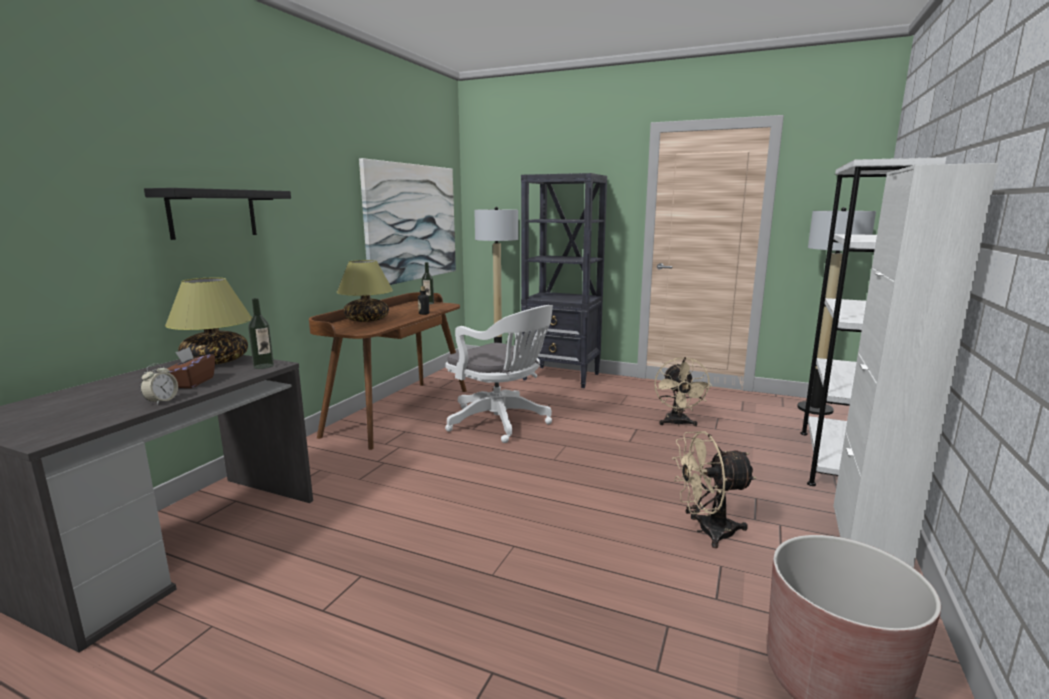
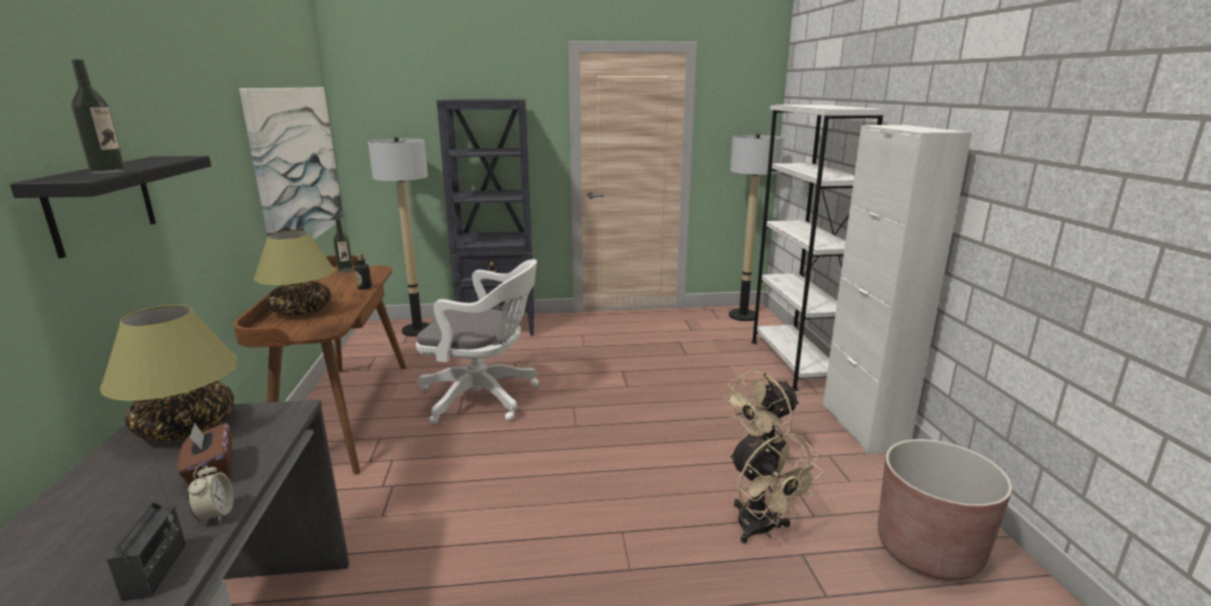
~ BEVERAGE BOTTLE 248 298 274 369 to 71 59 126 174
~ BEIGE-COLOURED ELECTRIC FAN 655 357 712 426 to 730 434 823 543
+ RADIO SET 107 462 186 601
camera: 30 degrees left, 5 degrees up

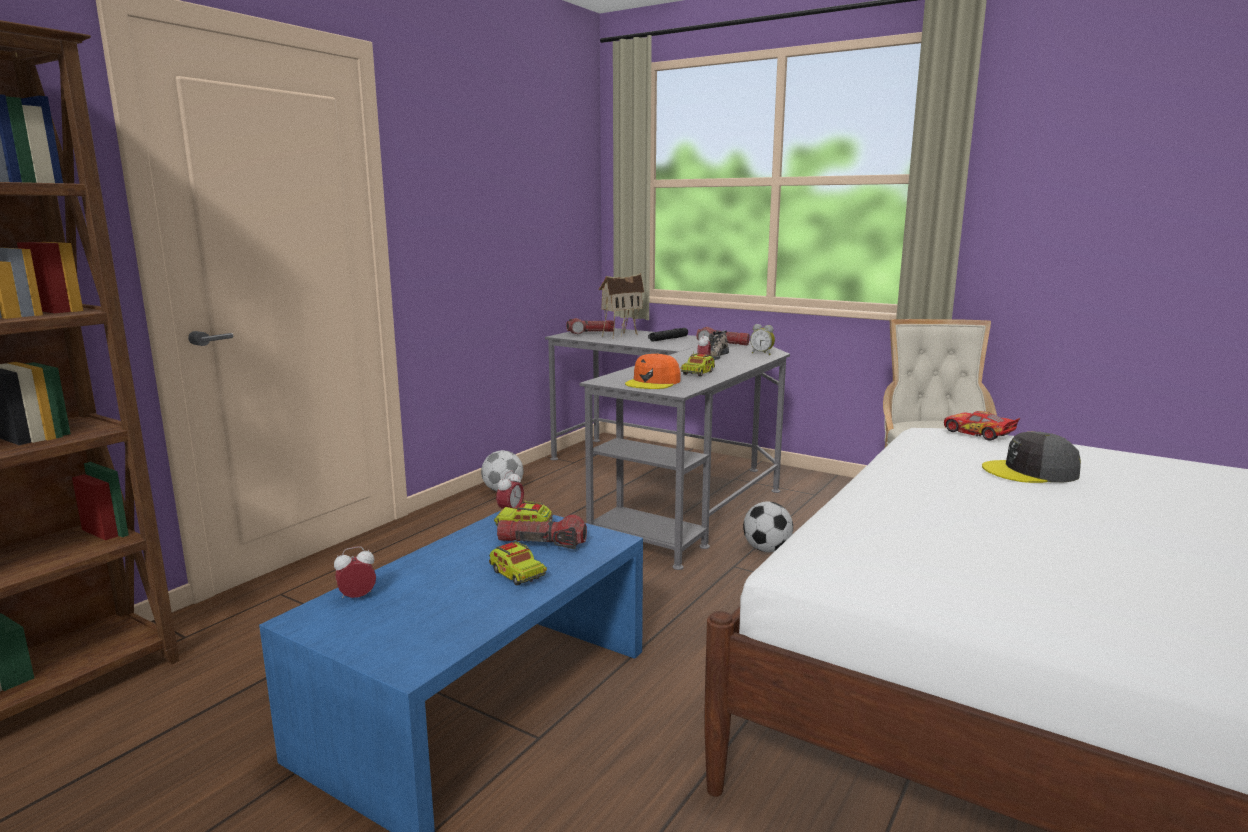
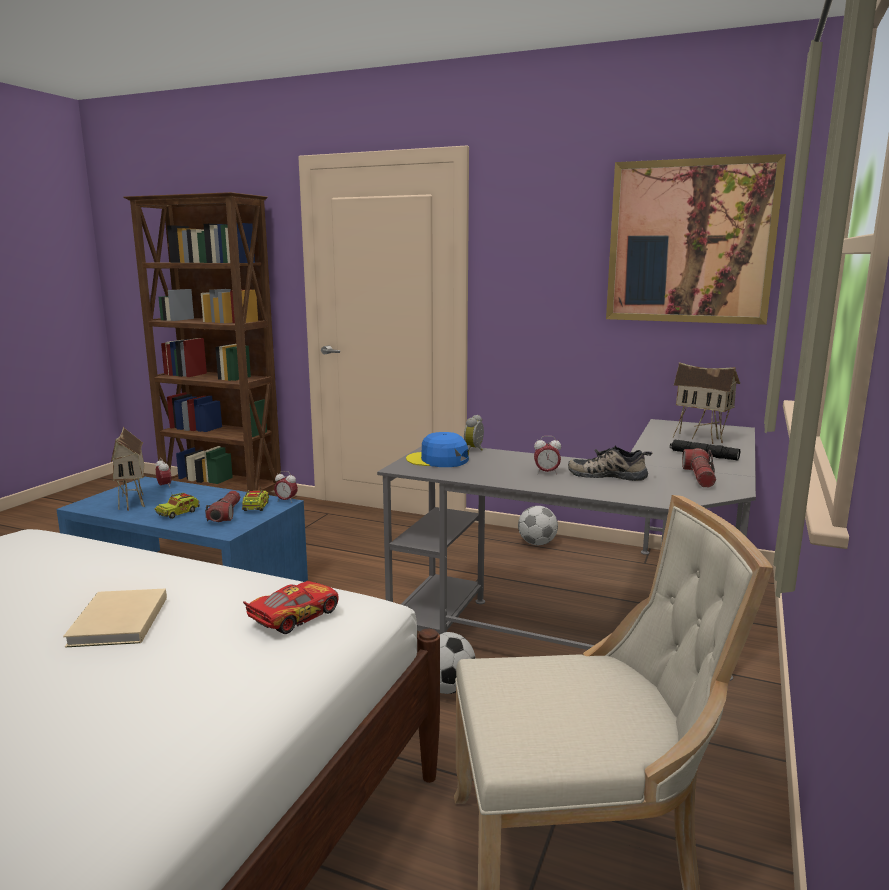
- FLASHLIGHT 566 318 614 334
~ ORANGE-COLOURED PEAKED CAP 625 354 681 389 to BLUISH PEAKED CAP 406 432 469 467
- TOY LORRY 681 353 715 377
~ ALARM CLOCK 750 324 775 355 to 464 415 484 451
~ GREYISH PEAKED CAP 982 432 1081 483 to BEIGE-COLOURED BOOK 63 589 167 647
+ MINIATURE HOUSE 111 427 145 511
+ WALL ART 606 154 786 325
camera: 80 degrees right, 0 degrees up

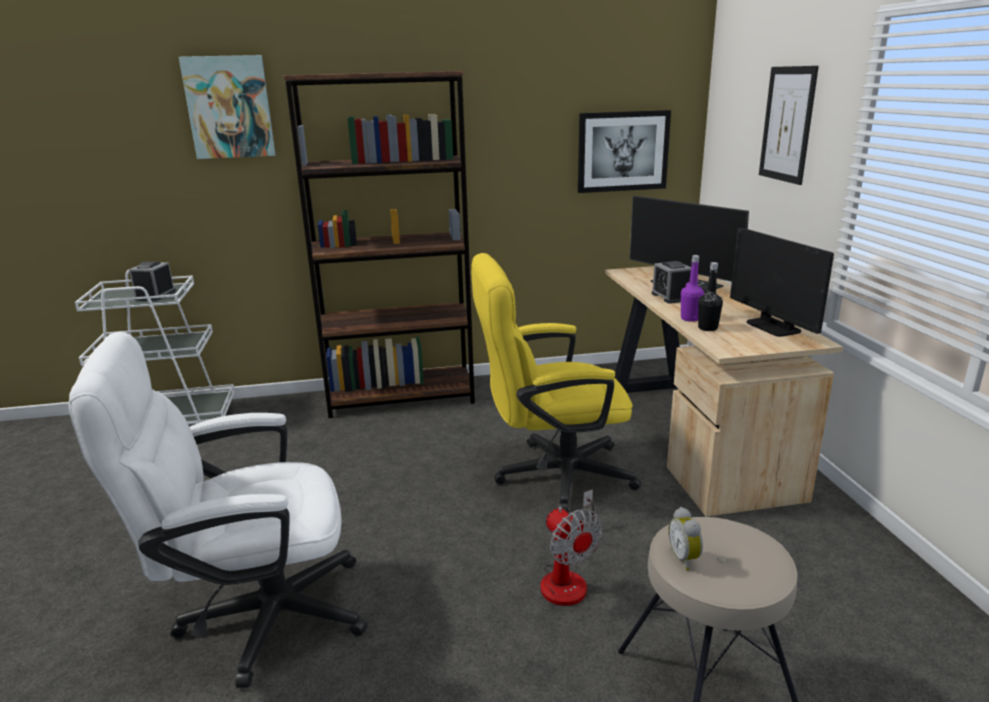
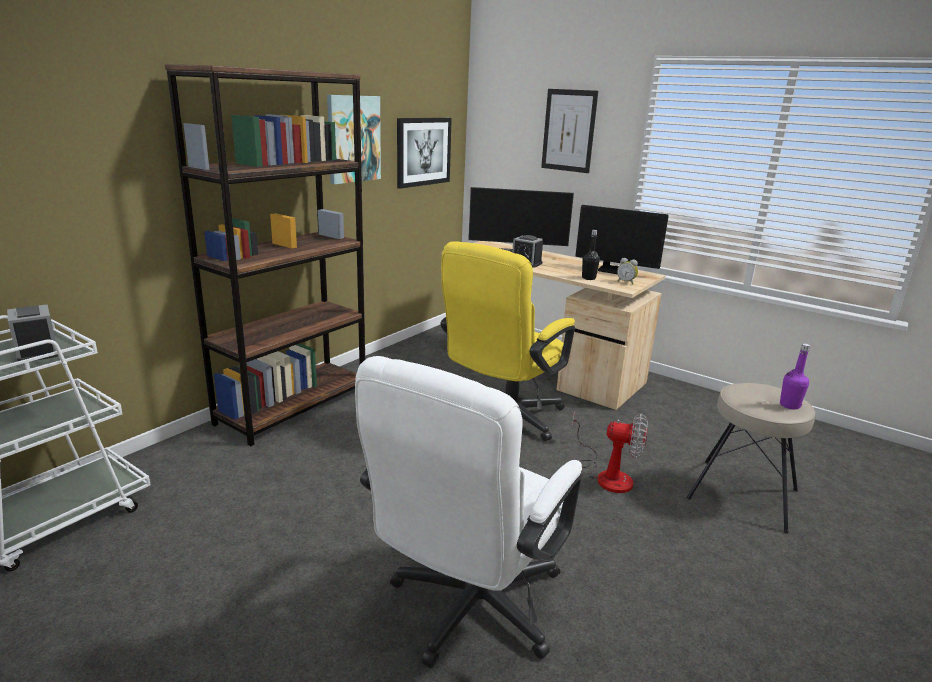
~ WALL ART 179 55 276 159 to 327 95 381 184
~ ALARM CLOCK 669 507 703 570 to 617 258 638 285
~ PURPLE BEVERAGE BOTTLE 681 255 704 322 to 780 343 810 410
camera: 45 degrees left, 0 degrees up

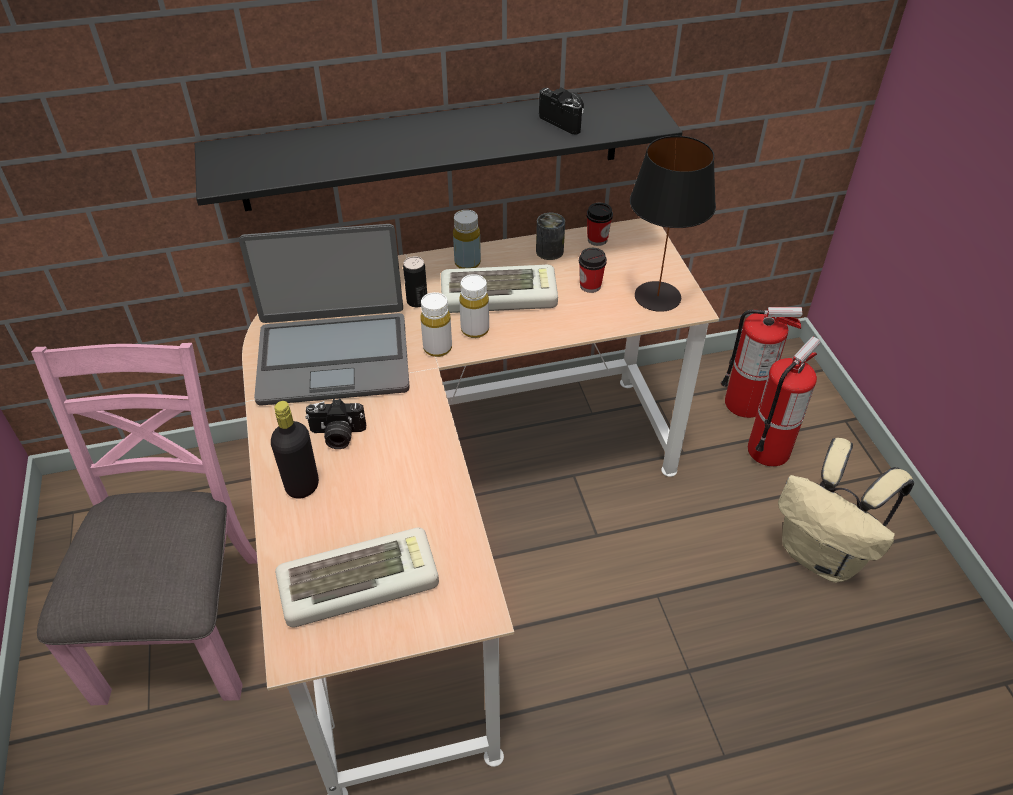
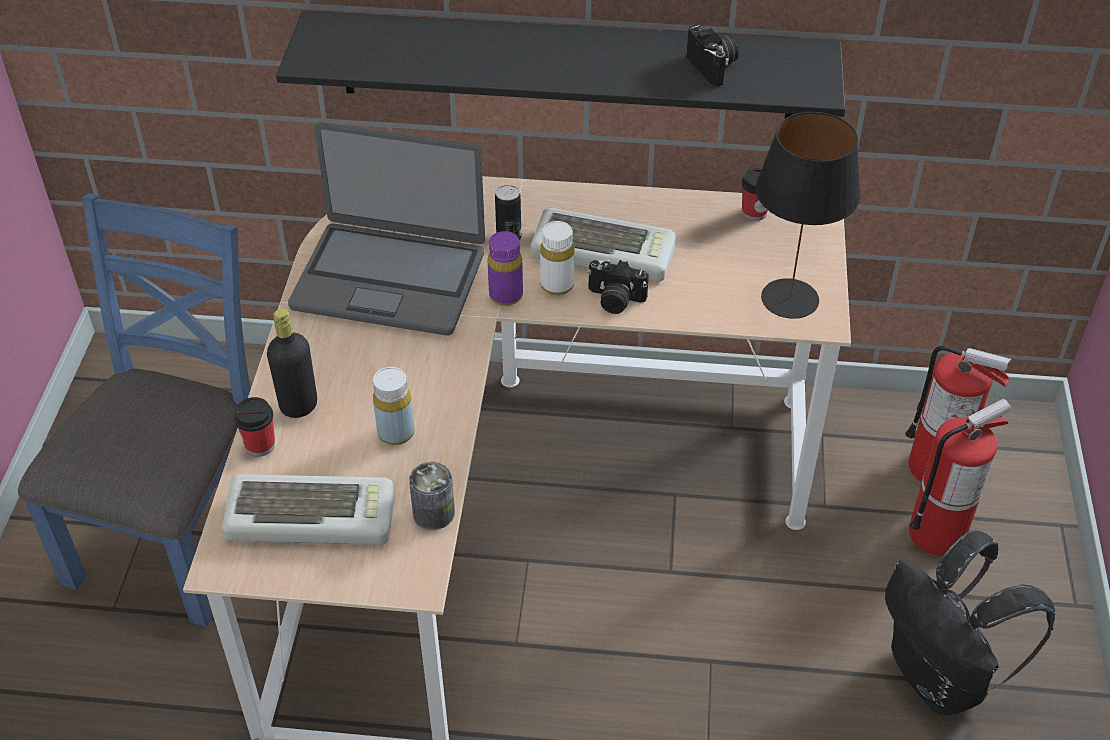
~ PINK-COLOURED CHAIR 31 343 257 705 to BLUISH CHAIR 18 193 251 627
~ PHOTO CAMERA 305 399 366 449 to 587 260 649 314
~ WHITE-COLOURED BEVERAGE BOTTLE 420 292 452 357 to PURPLE BEVERAGE BOTTLE 488 231 523 306
~ YELLOW-COLOURED BEVERAGE BOTTLE 453 210 481 269 to 373 367 415 445
~ CAN 536 213 565 260 to 409 462 455 530
~ CUP 579 248 607 293 to 234 397 275 457
~ BEIGE-COLOURED BACKPACK 778 438 914 583 to BLACK-COLOURED BACKPACK 885 530 1056 715
camera: 20 degrees right, 0 degrees up

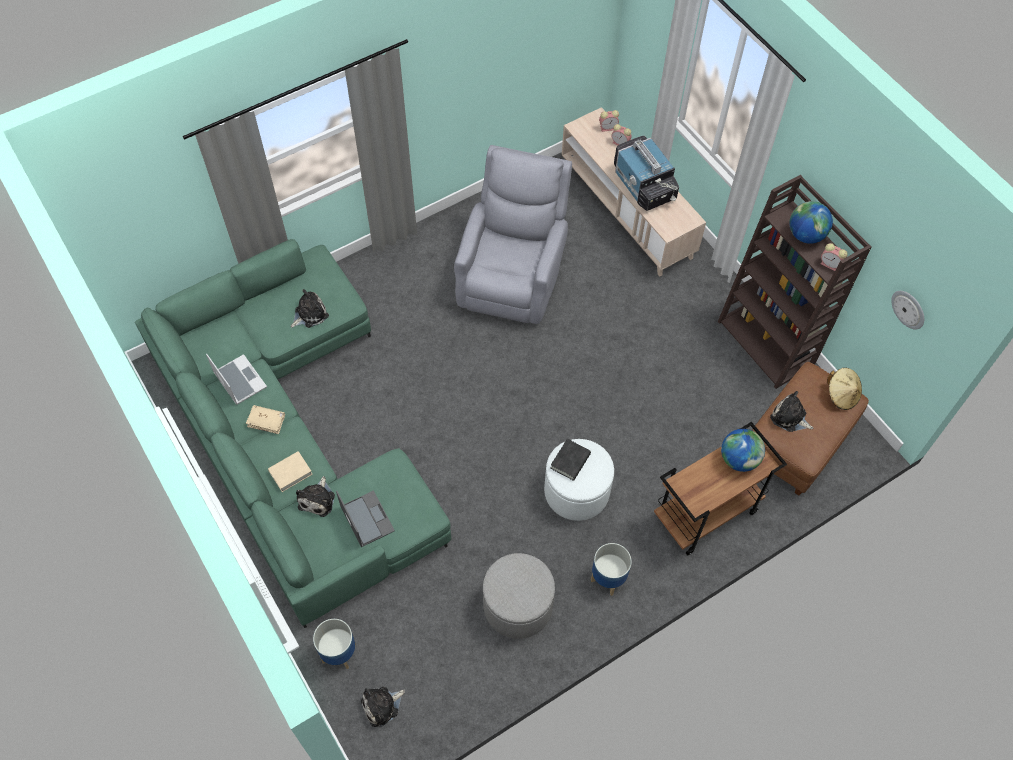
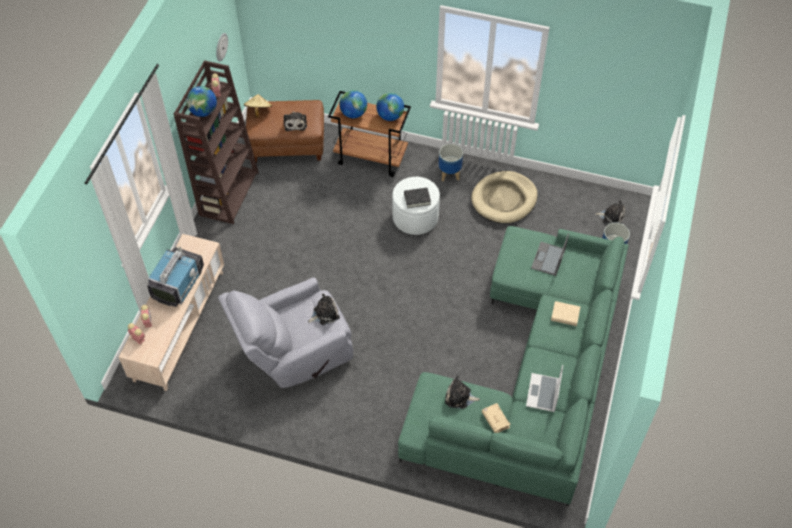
~ BEIGE-COLOURED BOOK 246 405 285 434 to 481 403 511 433
~ CUDDLY TOY 296 476 335 517 to 308 294 340 325
~ GREYISH FOOTREST 483 553 555 639 to BEIGE-COLOURED DOG CUSHION 471 171 538 224
+ GLOBE 376 93 404 121
camera: 130 degrees left, 5 degrees down

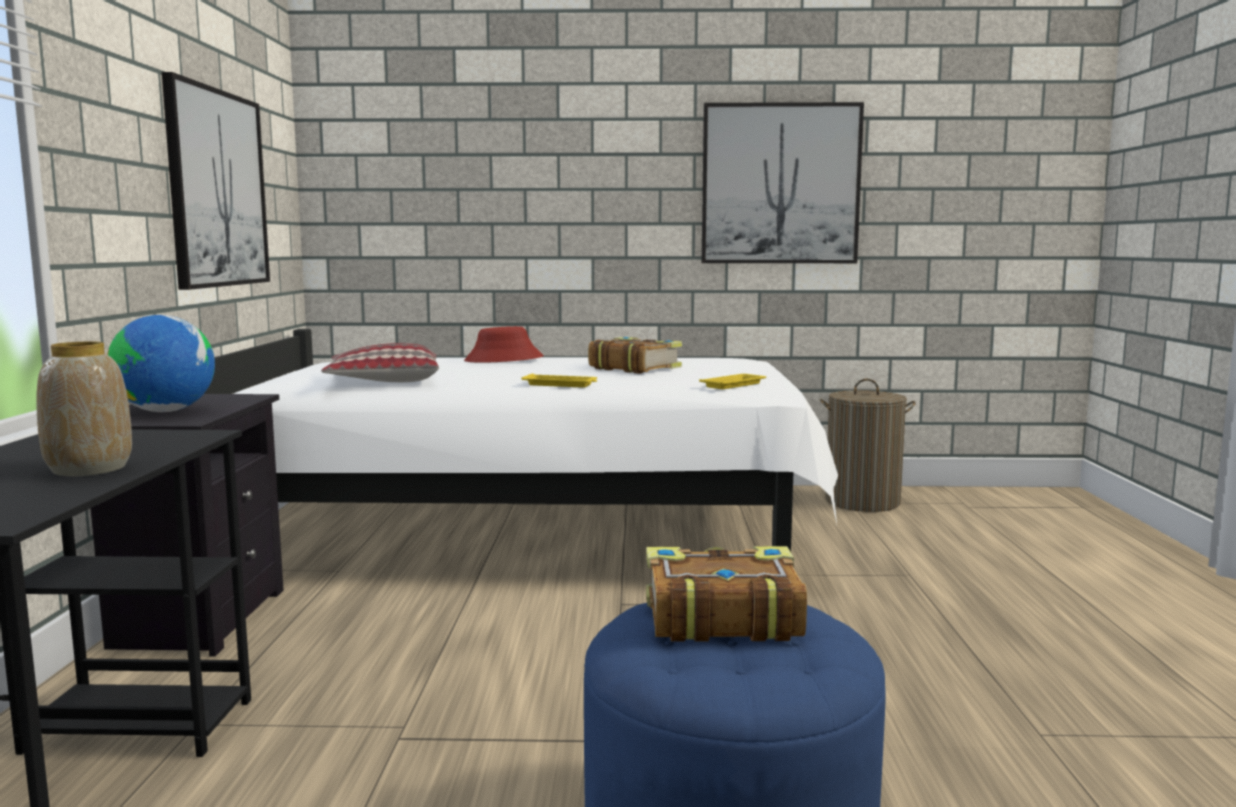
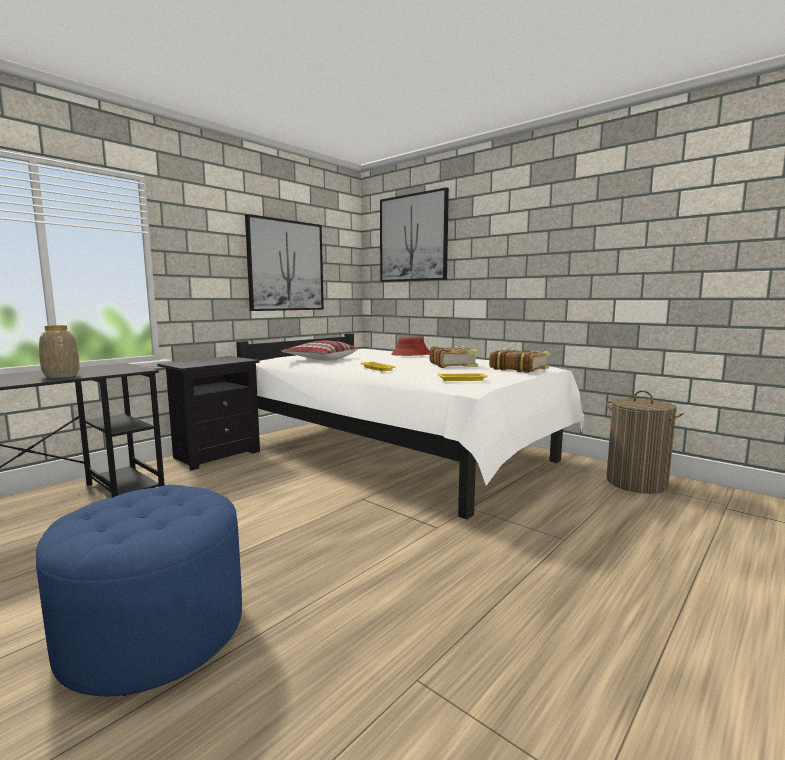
- GLOBE 107 315 215 412
~ BOOK 646 546 807 642 to 489 348 550 373
~ WALL ART 702 102 864 263 to 380 187 449 282
camera: 40 degrees right, 0 degrees up

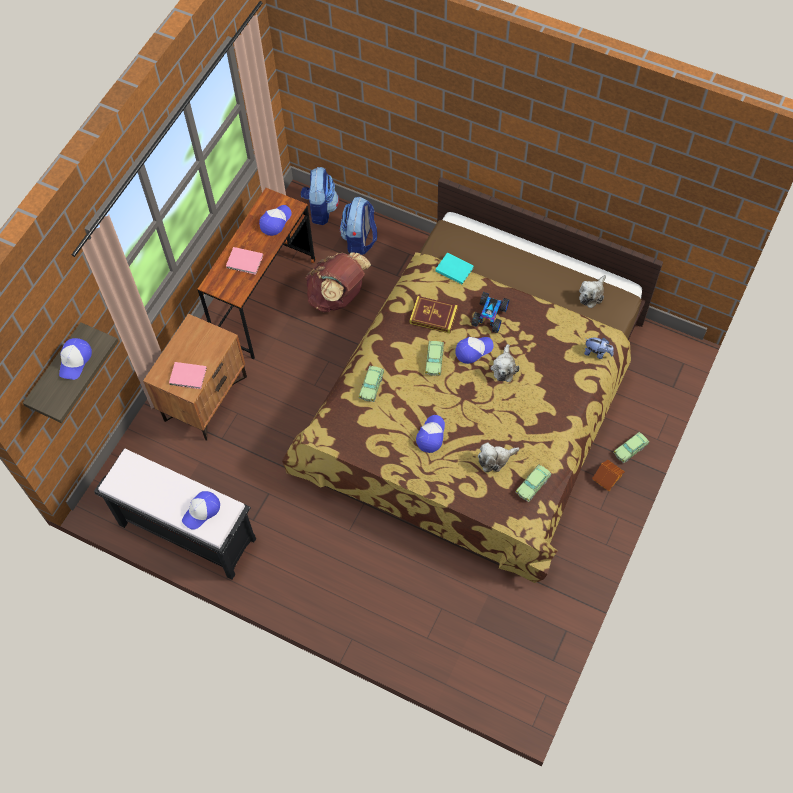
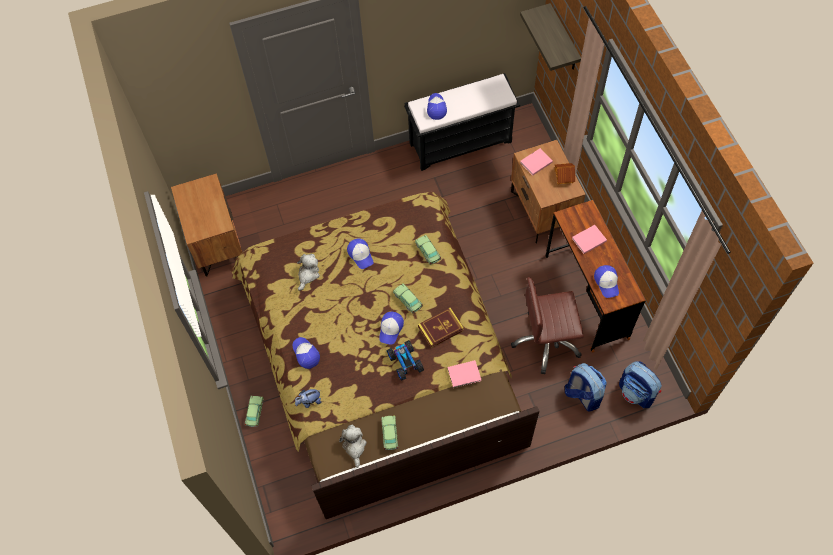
~ PEAKED CAP 59 338 92 380 to 293 337 320 369
~ BROWN BACKPACK 305 252 371 312 to BROWN DESK CHAIR 511 277 584 374
~ TURQUOISE-COLOURED BOOK 435 253 474 284 to PINK-COLOURED BOOK 448 360 481 388
- CUDDLY TOY 491 344 520 382
~ MINIATURE CAR 515 464 552 502 to 381 415 398 450
~ MINIATURE HOUSE 592 460 625 491 to 554 163 575 184
+ BROWN NIGHT TABLE 171 173 243 276
camera: 135 degrees right, 0 degrees up

